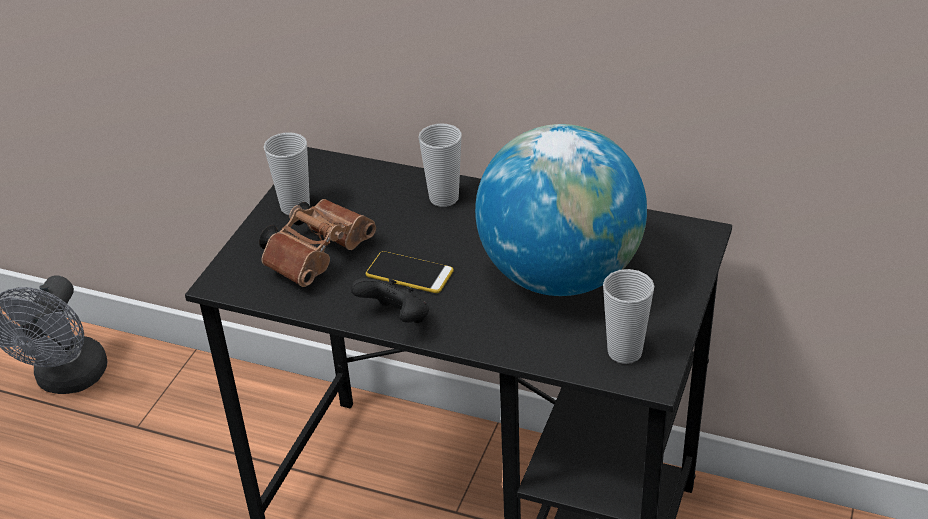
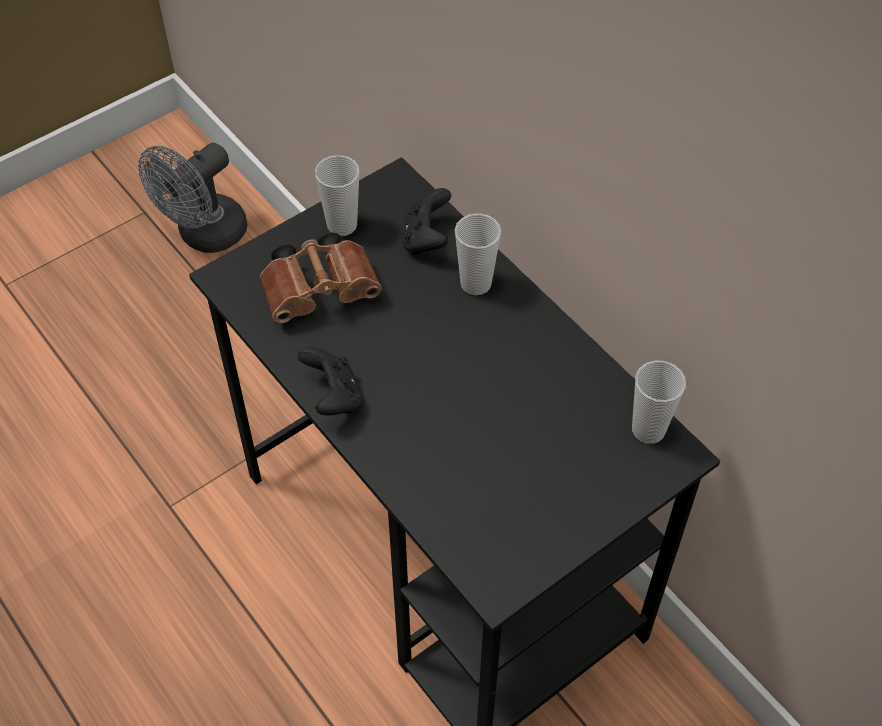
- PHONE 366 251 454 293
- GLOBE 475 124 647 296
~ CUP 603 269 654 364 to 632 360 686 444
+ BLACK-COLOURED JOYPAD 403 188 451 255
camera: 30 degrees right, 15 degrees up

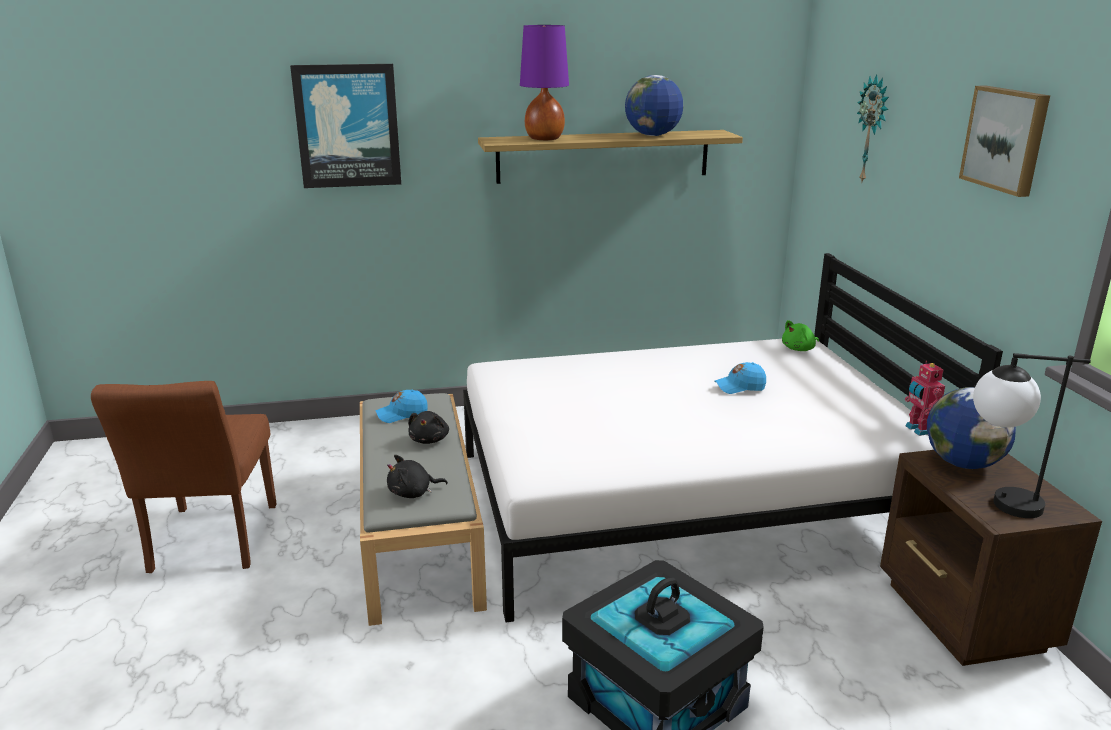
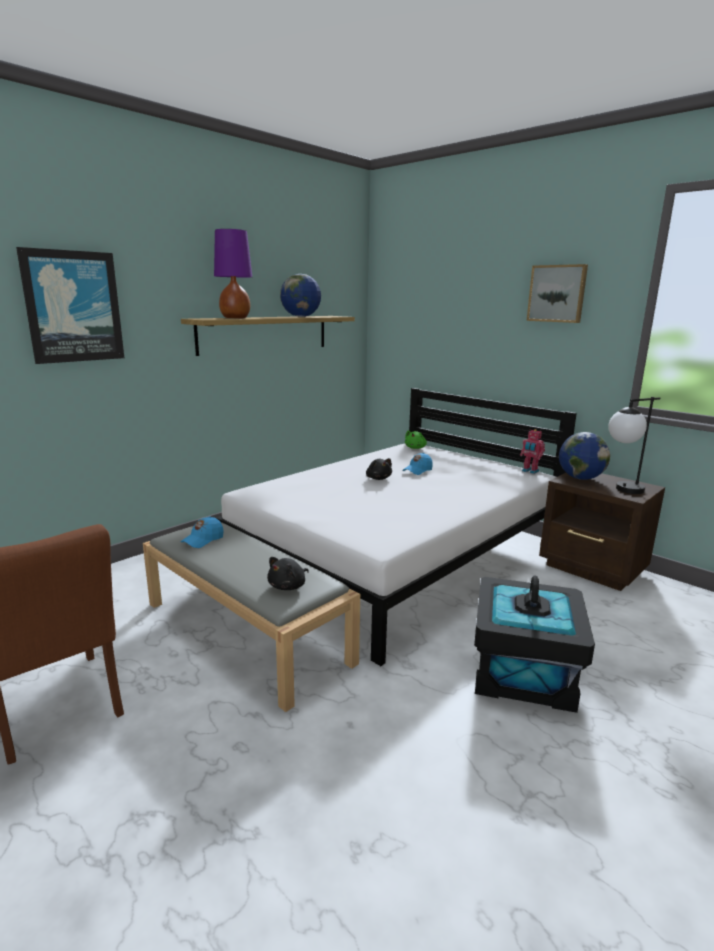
~ BLACK-COLOURED CUDDLY TOY 408 411 449 444 to 366 458 392 480
- HANGING CLOCK 857 74 889 184
camera: 35 degrees left, 5 degrees down

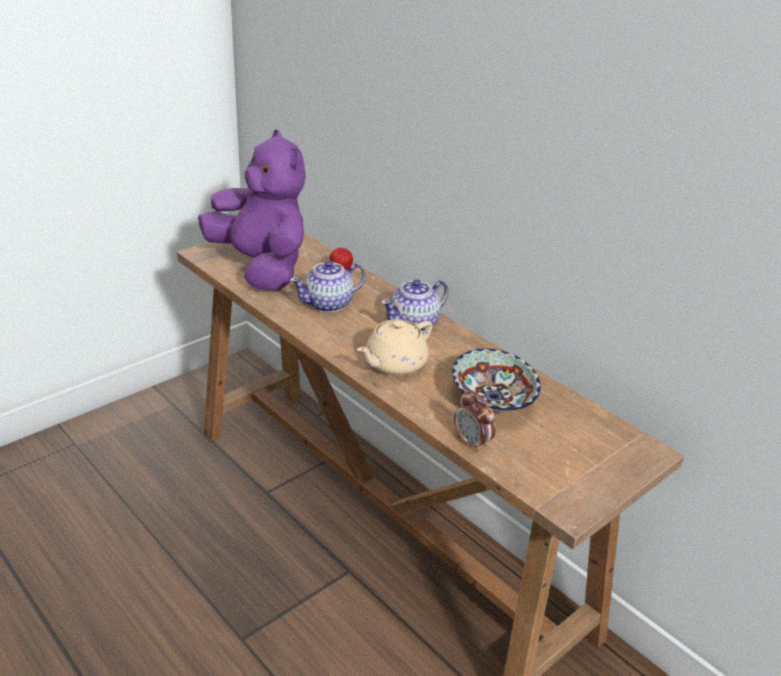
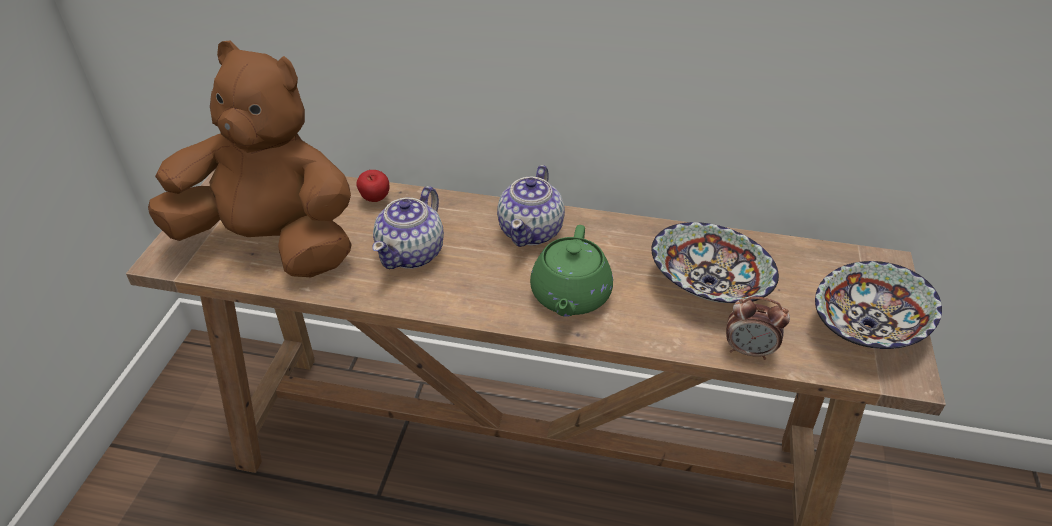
~ PURPLE CUDDLY TOY 198 130 306 291 to BROWN CUDDLY TOY 148 41 352 277
~ BEIGE-COLOURED POT FOR TEA 357 319 432 376 to GREEN-COLOURED POT FOR TEA 530 225 613 317
+ SERVING BOWL 815 261 942 349
camera: 35 degrees left, 10 degrees up

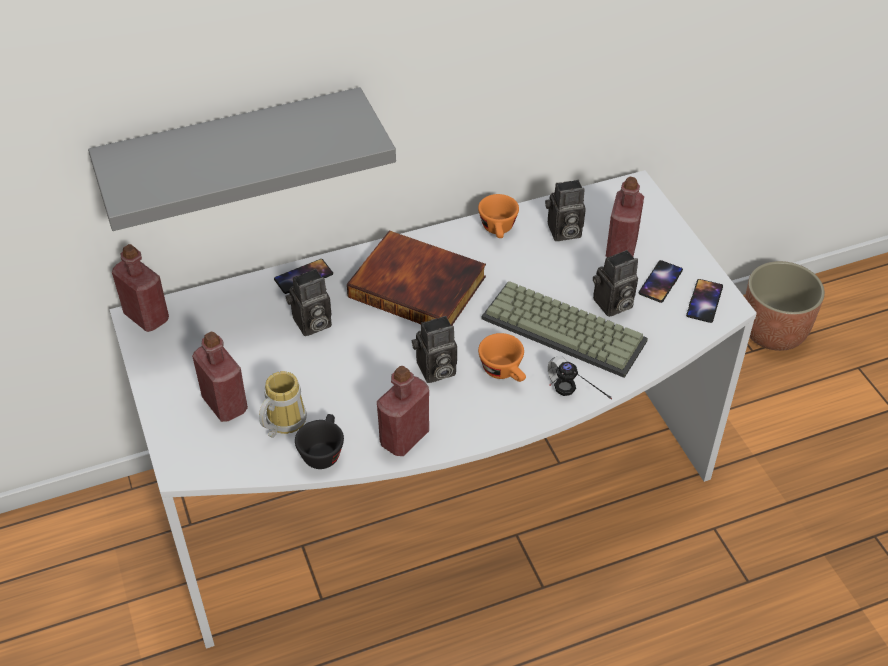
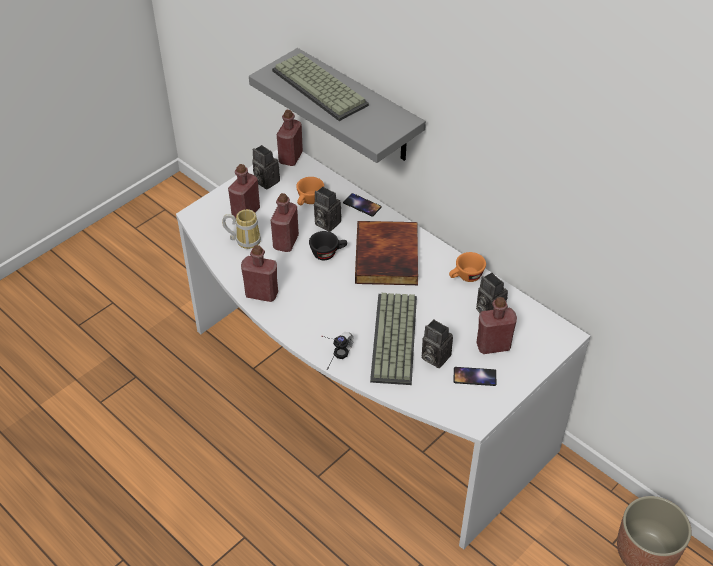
~ BLACK-COLOURED CUP 295 414 344 469 to 309 231 347 260
~ PHOTO CAMERA 412 316 457 383 to 252 145 280 190
~ ORANGE-COLOURED CUP 478 333 526 382 to 296 177 324 205
- PHONE 686 279 723 323
+ RED BEVERAGE BOTTLE 271 193 299 252
+ KEYBOARD 272 53 369 121
camera: 65 degrees right, 0 degrees up

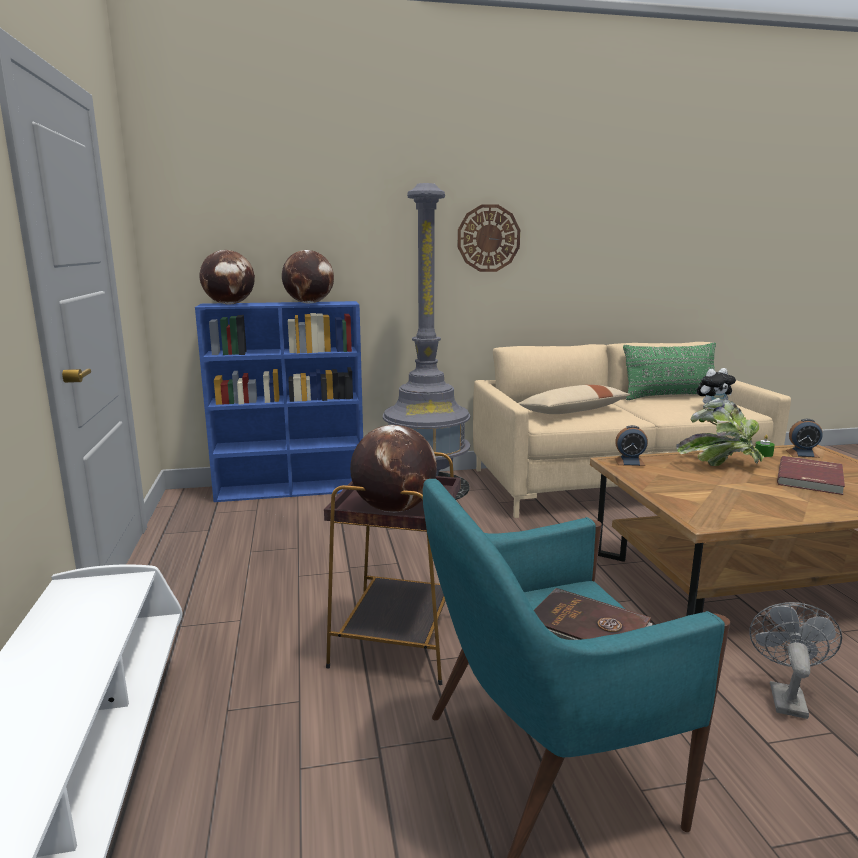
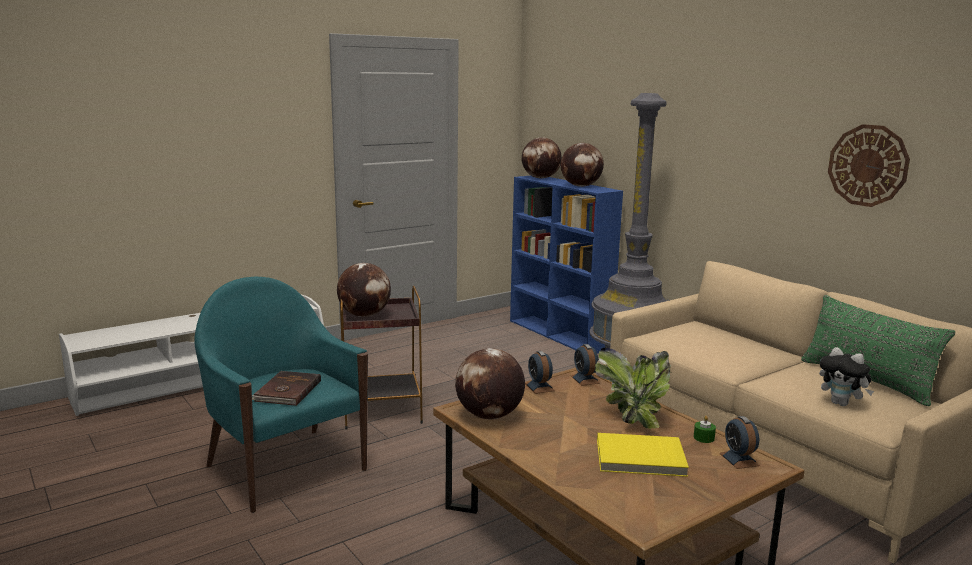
~ HANGING CLOCK 458 204 520 272 to 828 124 910 207
- BEIGE-COLOURED CUSHION 518 385 630 414
- GREYISH ELECTRIC FAN 749 602 842 719
~ RED BOOK 777 456 845 495 to YELLOW-COLOURED BOOK 597 433 689 477
+ GLOBE 455 348 525 419
+ ALARM CLOCK 525 351 555 394
camera: 65 degrees right, 0 degrees up

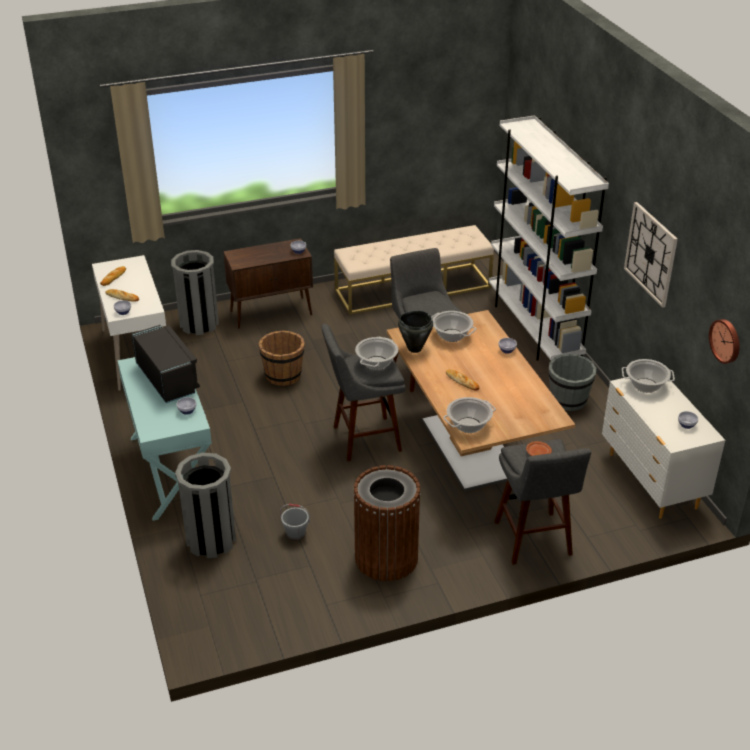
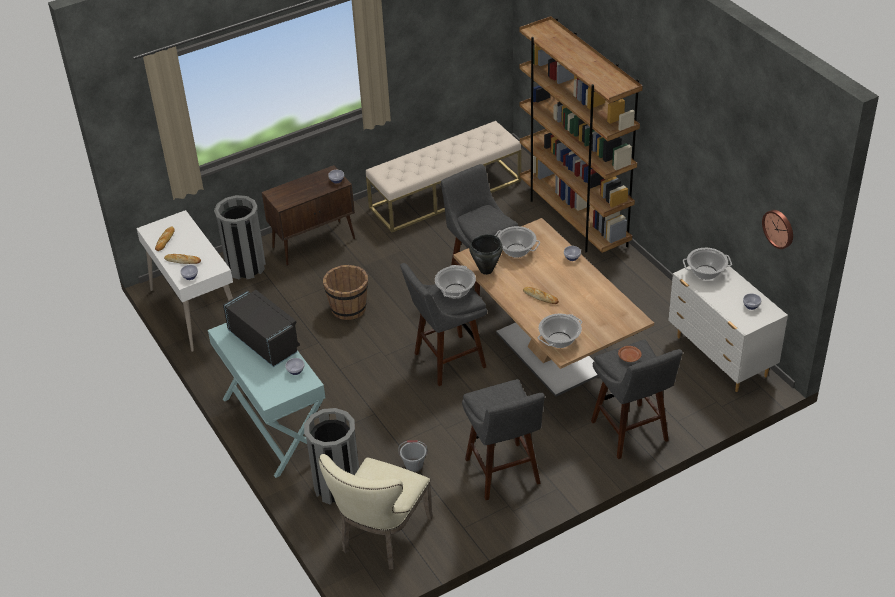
~ BROWN TRASH CAN 354 465 421 581 to GREYISH STOOL 462 379 545 500
~ WHITE-COLOURED SHELVING UNIT 489 115 609 361 to BROWN SHELVING UNIT 519 16 643 253
- GREYISH WATER BUCKET 549 354 596 411
- HANGING CLOCK 624 202 678 308
+ BEIGE-COLOURED CHAIR 319 454 433 570
camera: 10 degrees left, 5 degrees up

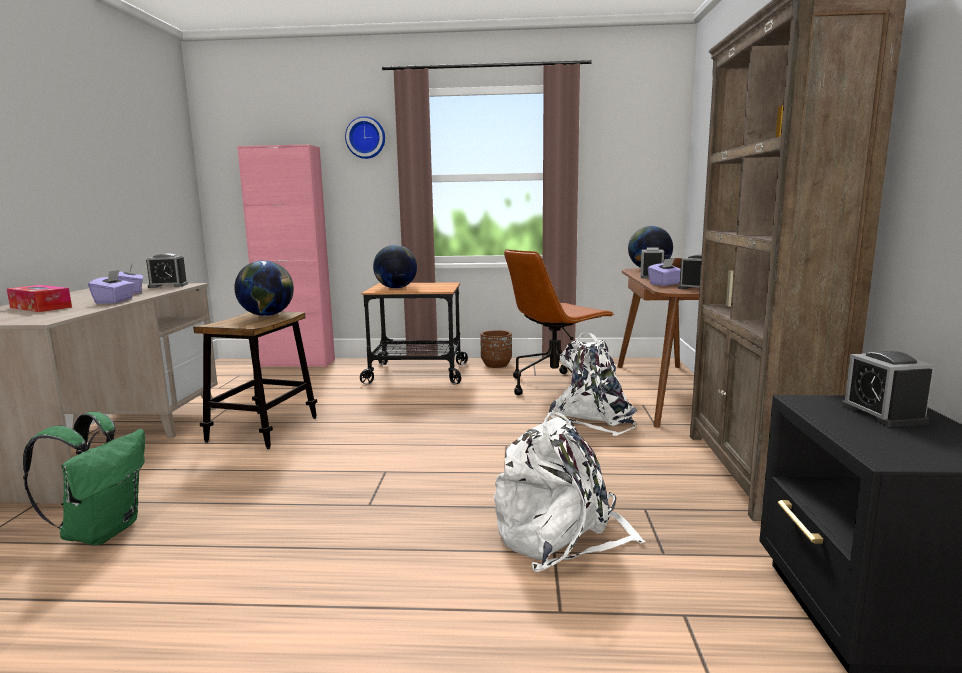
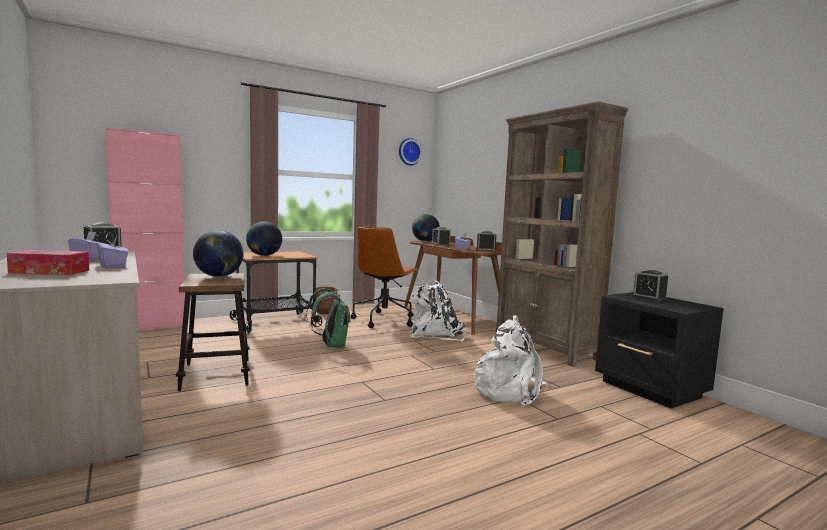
~ GREEN-COLOURED BACKPACK 23 412 145 545 to 306 288 351 348
~ HANGING CLOCK 345 116 385 159 to 399 138 422 165
camera: 35 degrees left, 5 degrees down

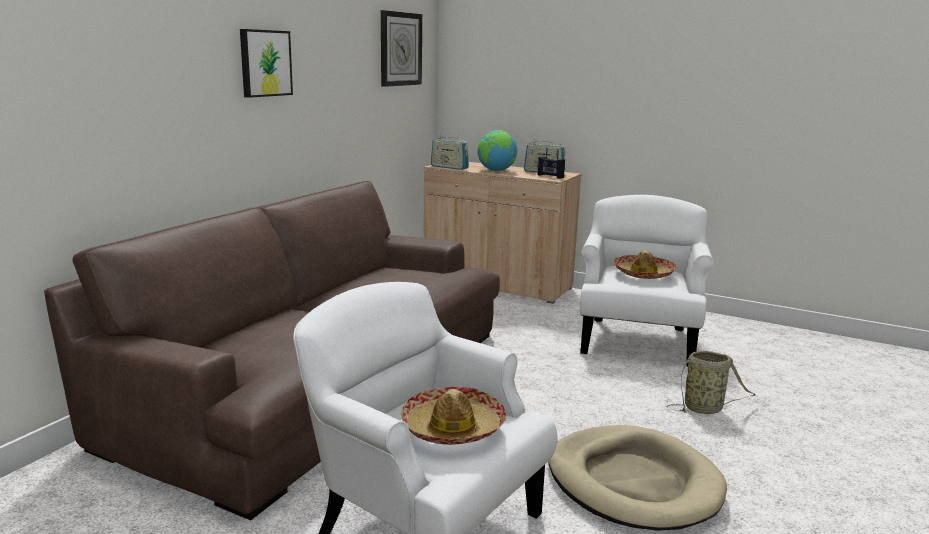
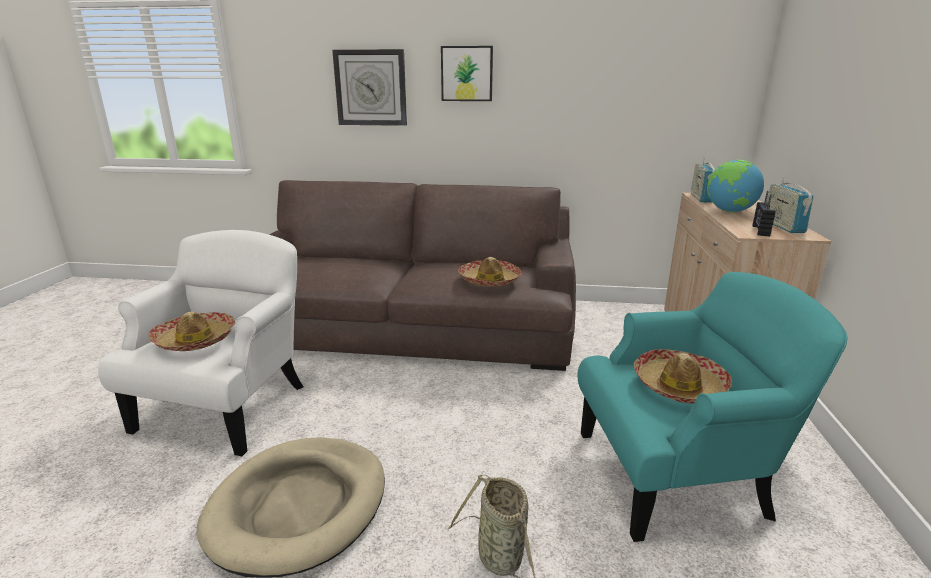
~ HANGING CLOCK 381 10 422 87 to 332 49 407 126
~ WHITE-COLOURED EASY CHAIR 580 195 714 367 to TURQUOISE-COLOURED EASY CHAIR 577 272 847 542
+ WEARABLE HAT 458 257 521 287
camera: 70 degrees right, 5 degrees up

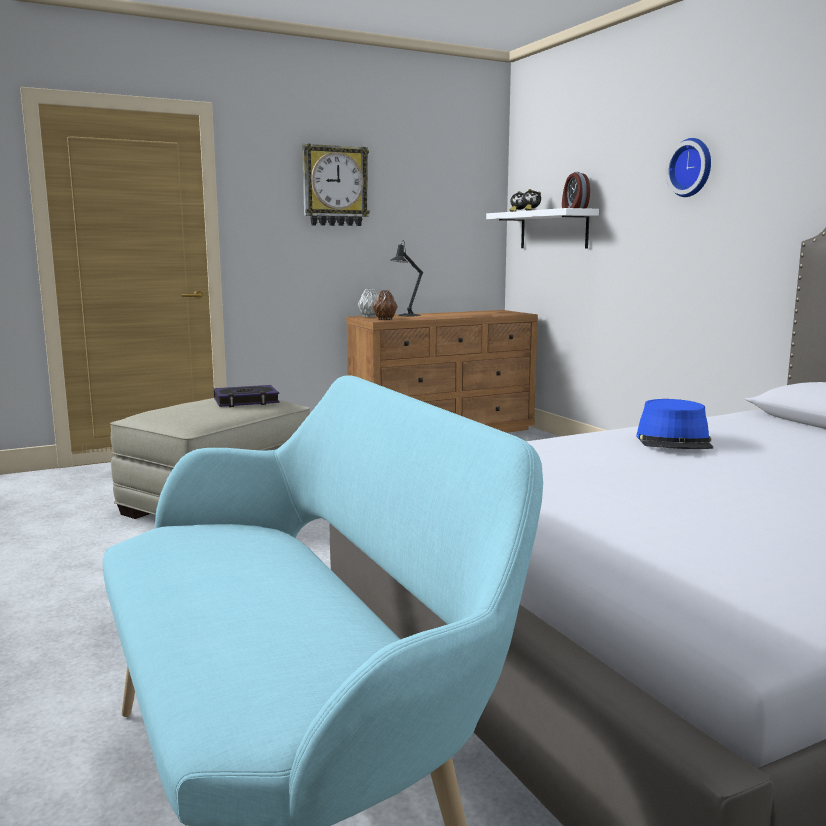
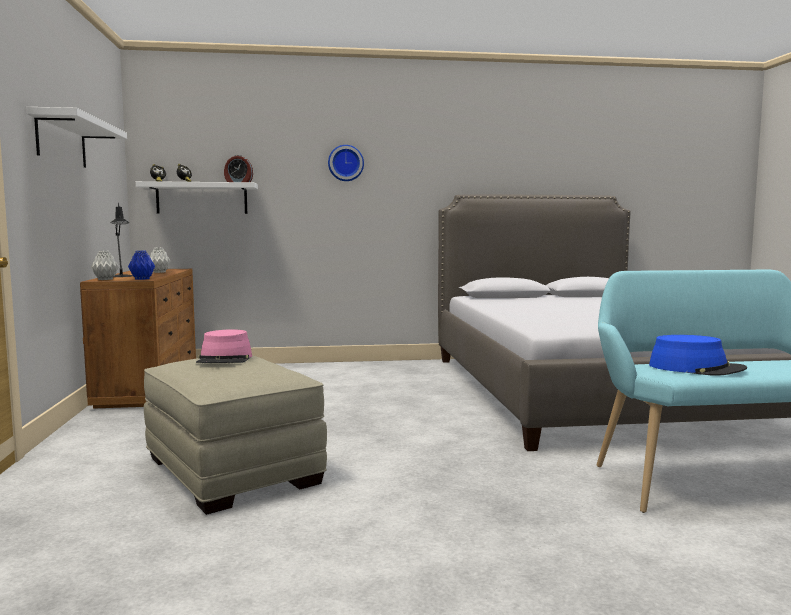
~ BOOK 214 385 280 407 to PINK-COLOURED WEARABLE HAT 196 329 252 363
~ HANGING CLOCK 302 143 370 226 to WHITE-COLOURED SHELF 26 107 127 168
~ BROWN DECORATIVE VASE 372 290 398 320 to BLUISH DECORATIVE VASE 128 251 155 280
~ BLUISH WEARABLE HAT 636 399 713 449 to 649 335 747 376
+ GREYISH DECORATIVE VASE 150 248 170 273
camera: 70 degrees left, 5 degrees down

